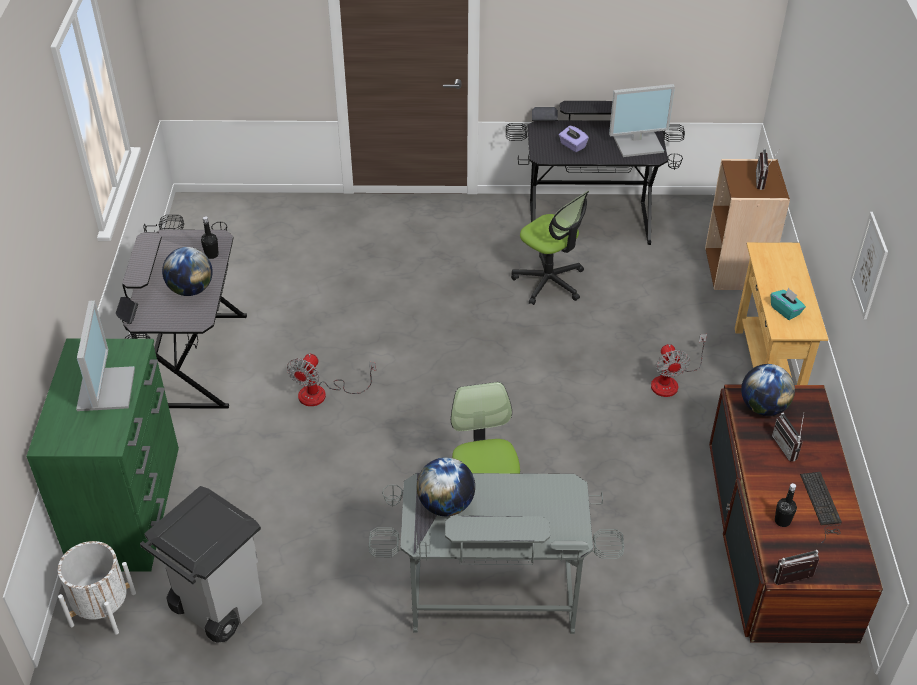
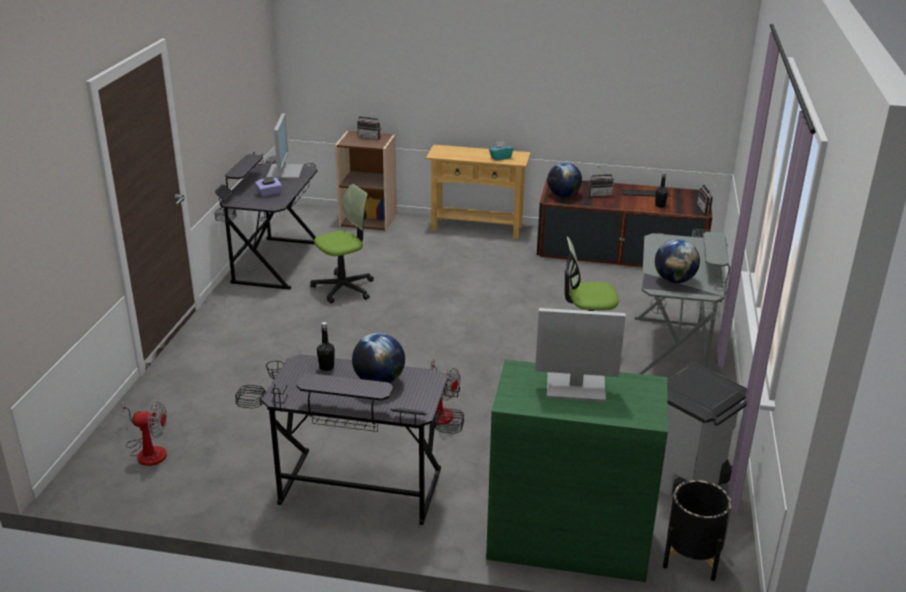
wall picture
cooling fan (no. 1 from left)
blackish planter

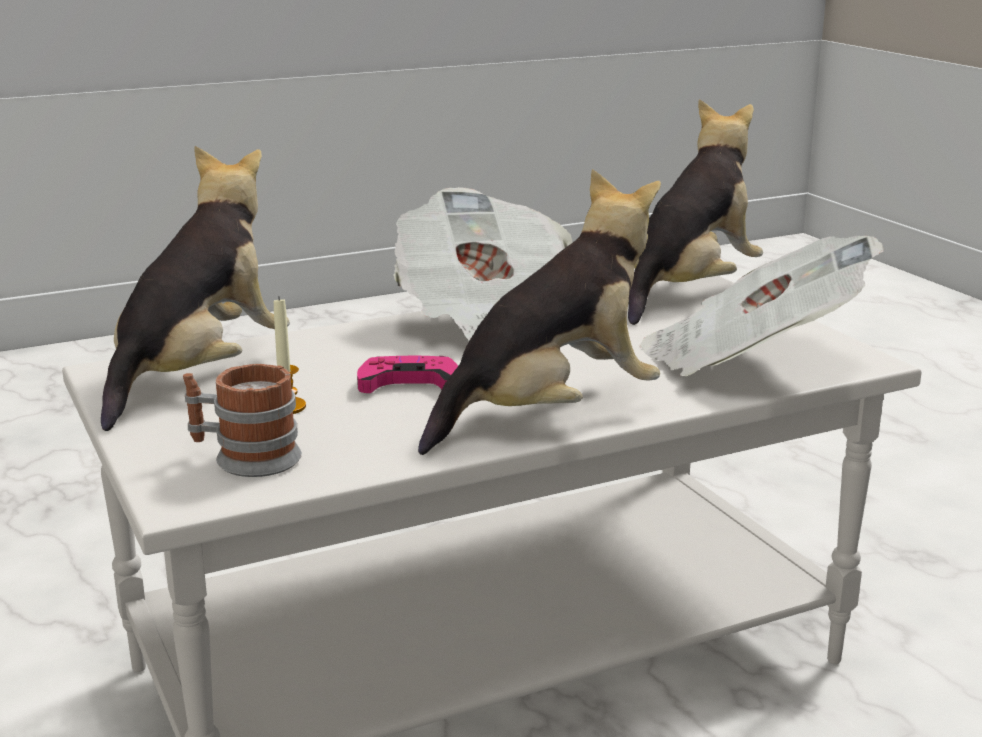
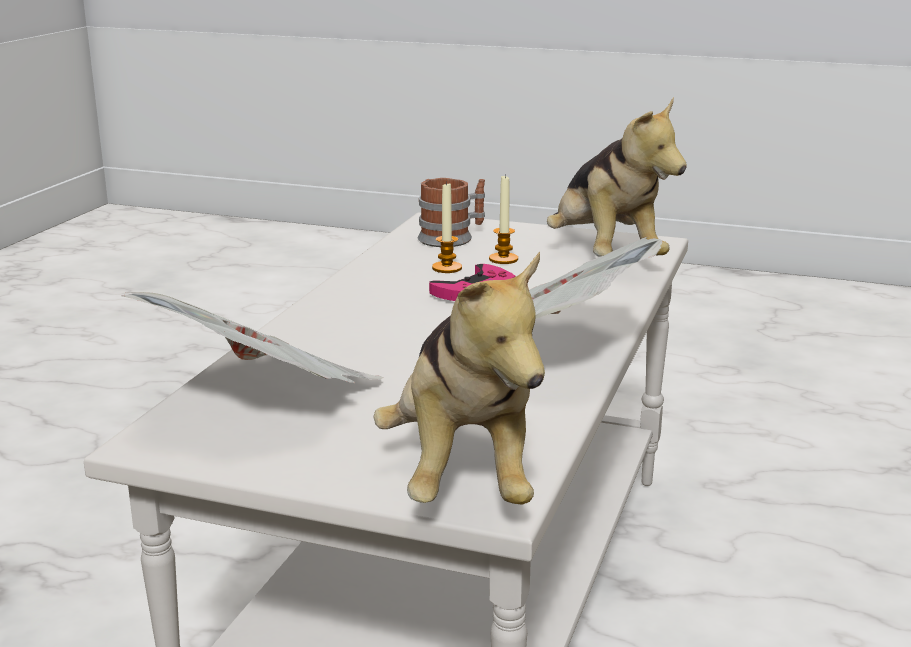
plush toy (no. 2 from left in the first image)
candle (no. 1 from left)

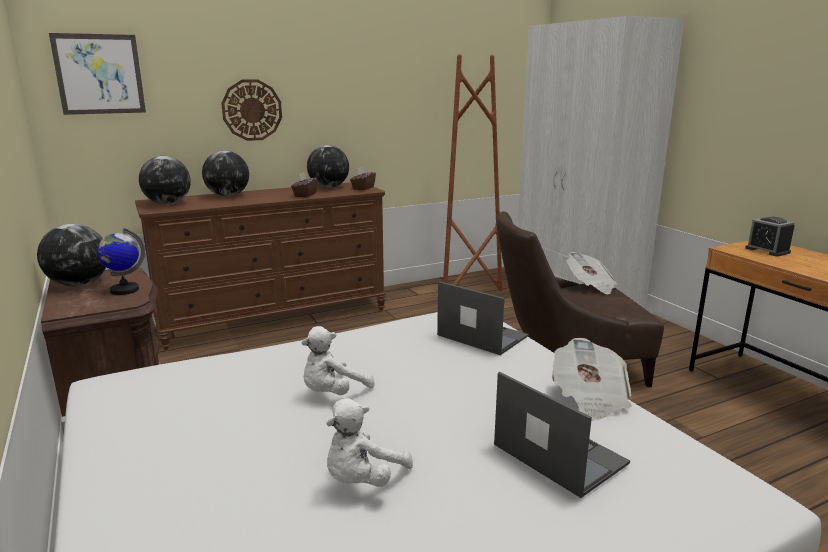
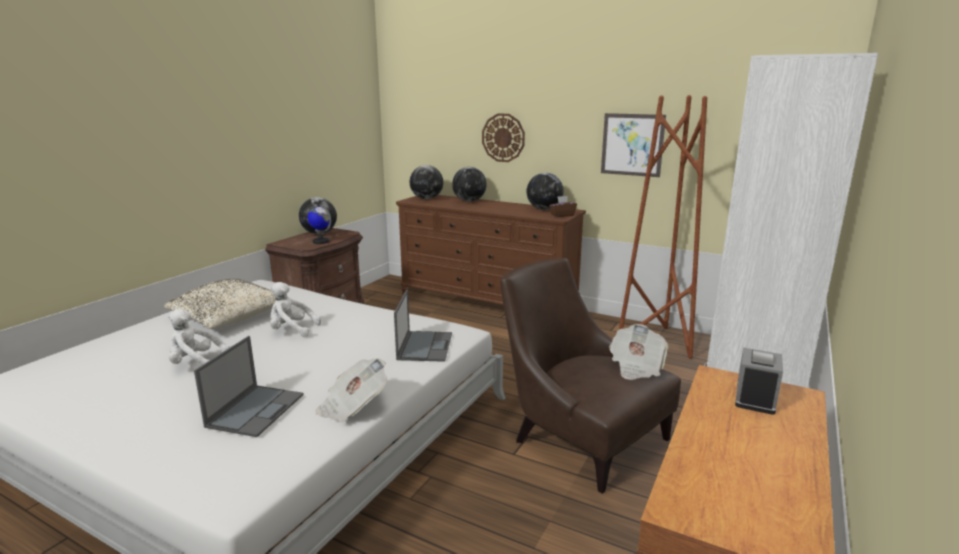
brown-coloured box of tissues (no. 1 from left in the first image)
beige pillow
wall picture

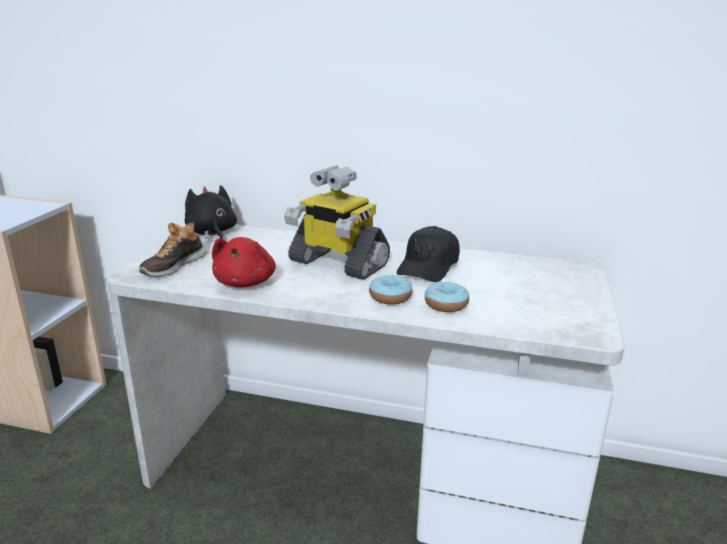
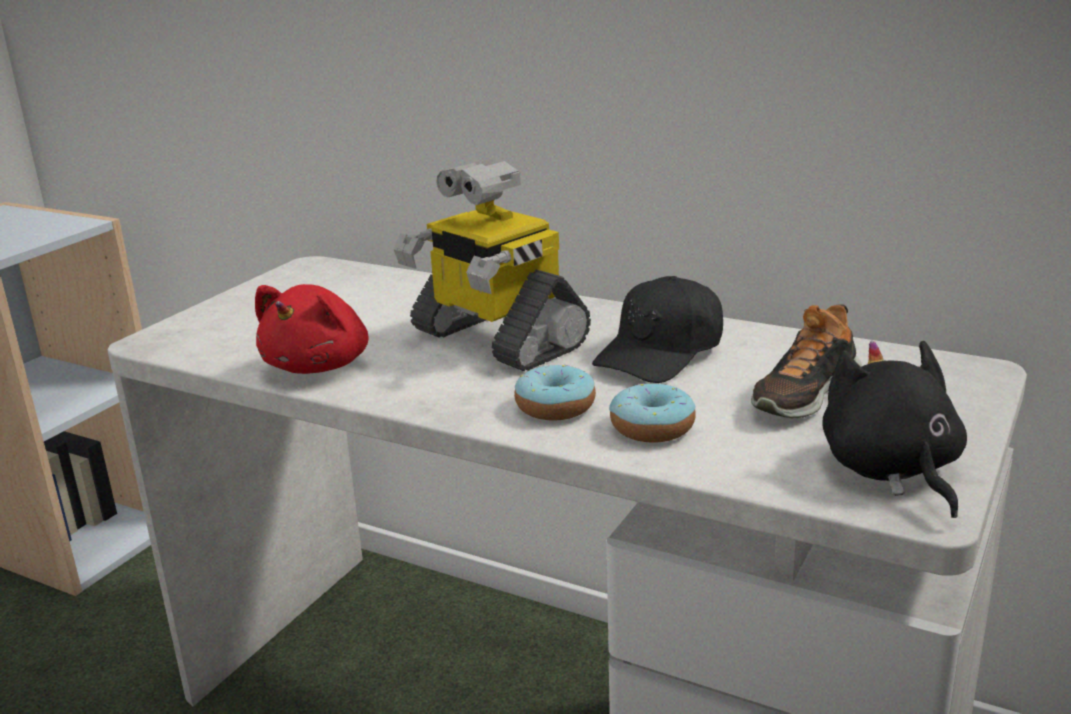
low shoe
blackish plush toy

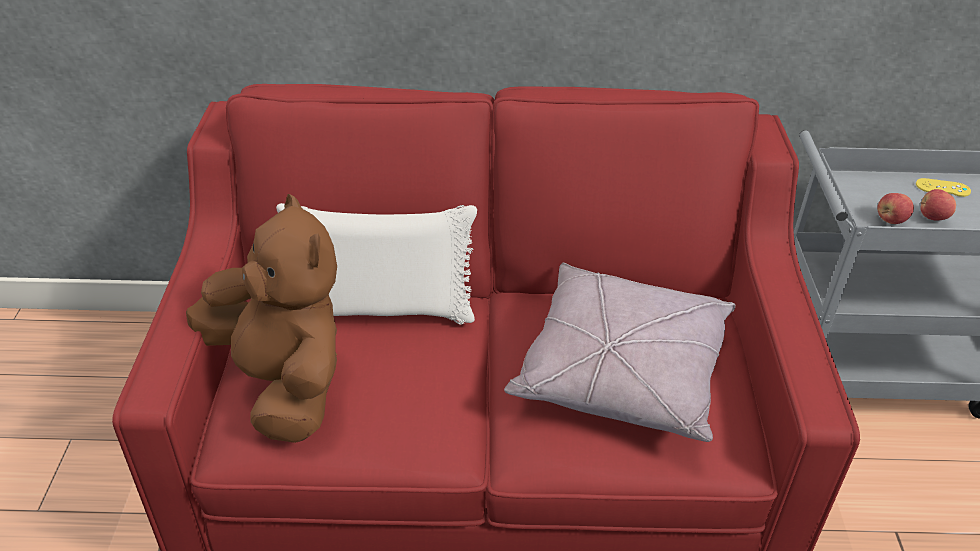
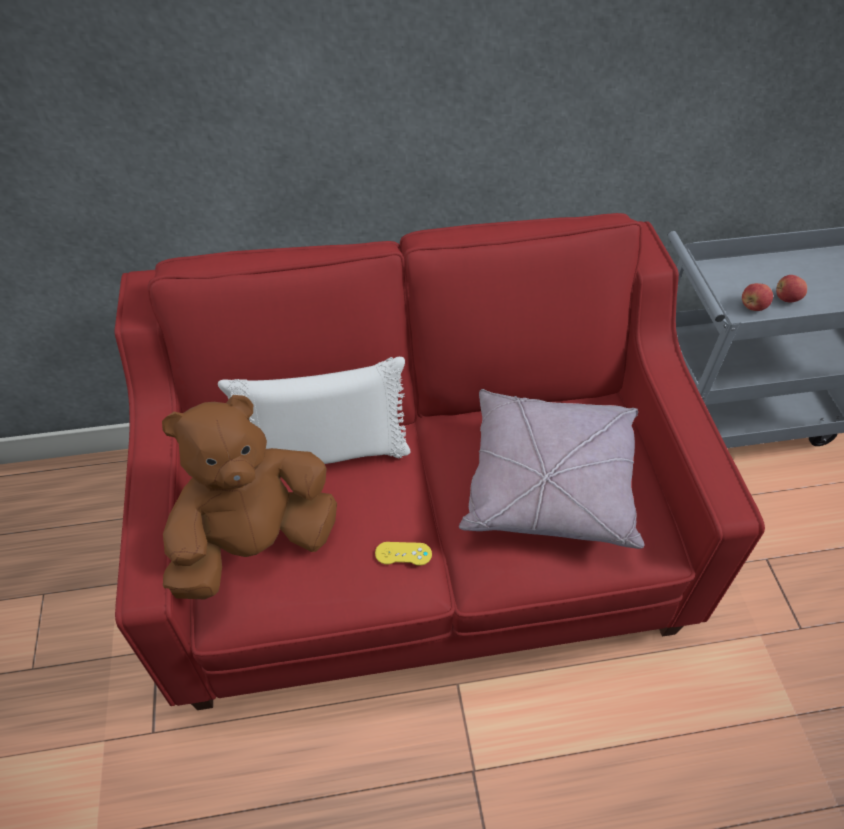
yellowish gamepad
brown-coloured plush toy

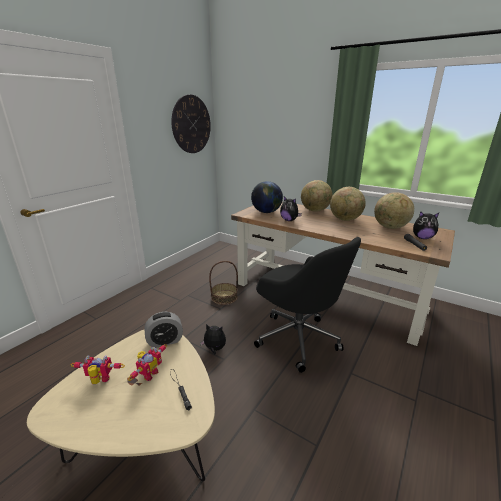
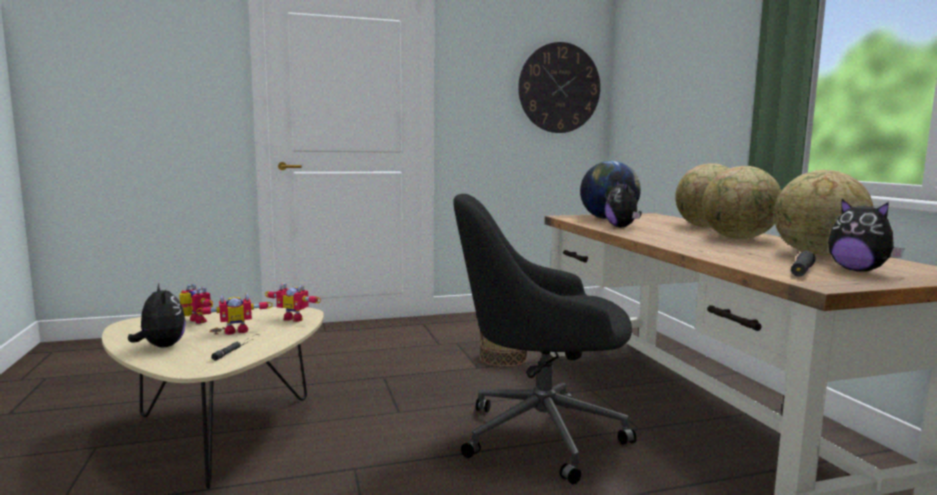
plush toy (no. 1 from left)
model robot (no. 3 from left)
blackish desk chair

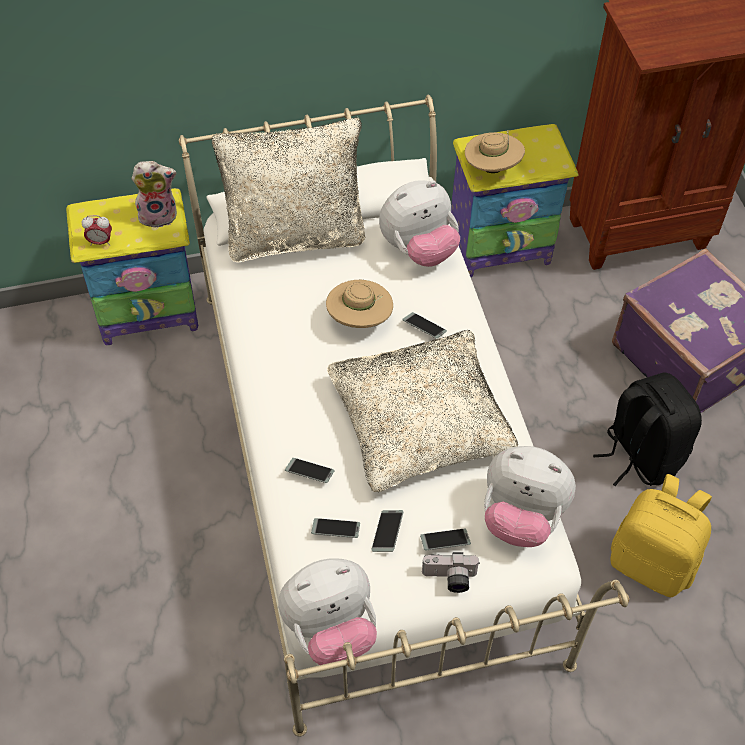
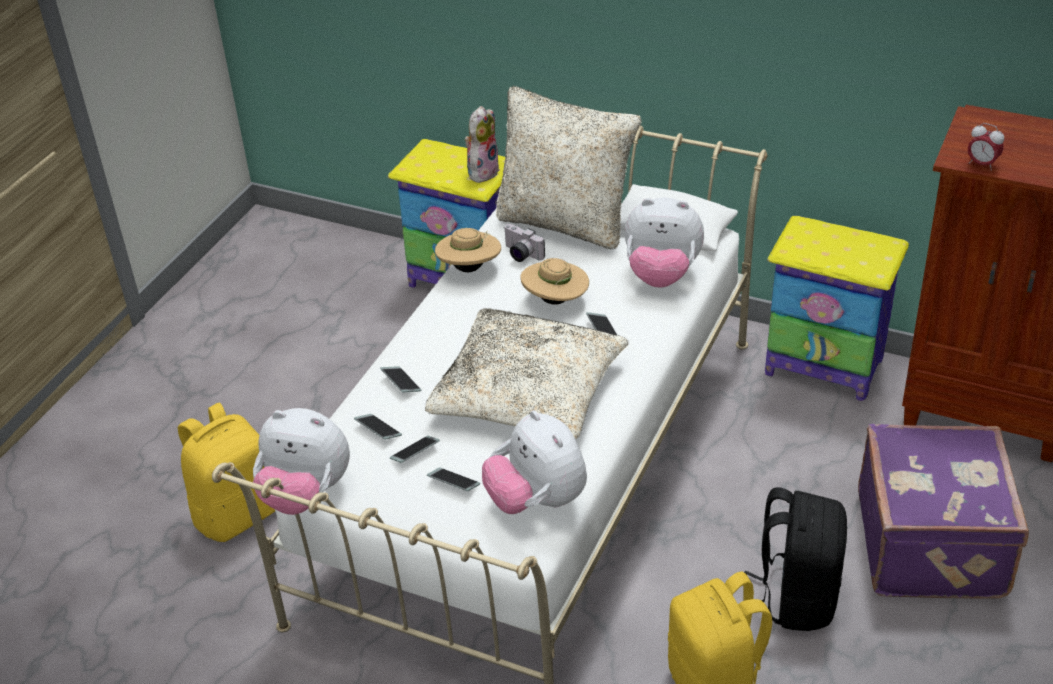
yellowish backpack (no. 1 from left)
bedside clock
photo camera
beige wearable hat (no. 1 from left)
plush toy (no. 2 from left)

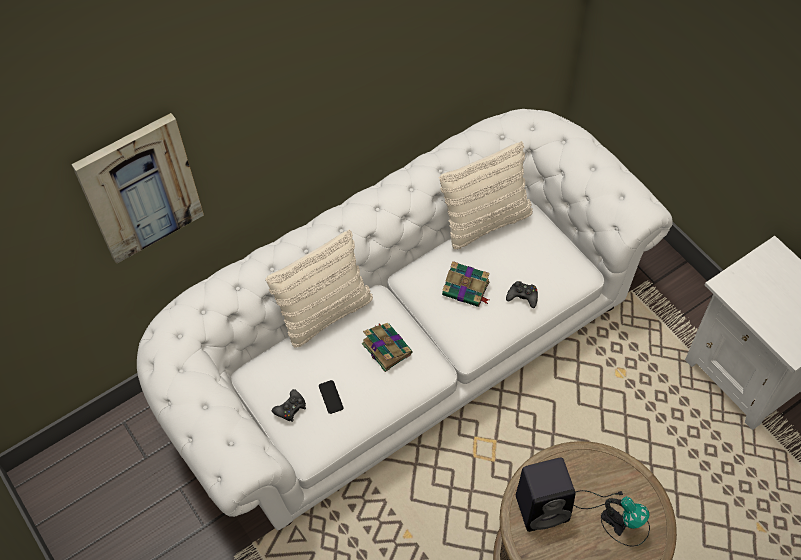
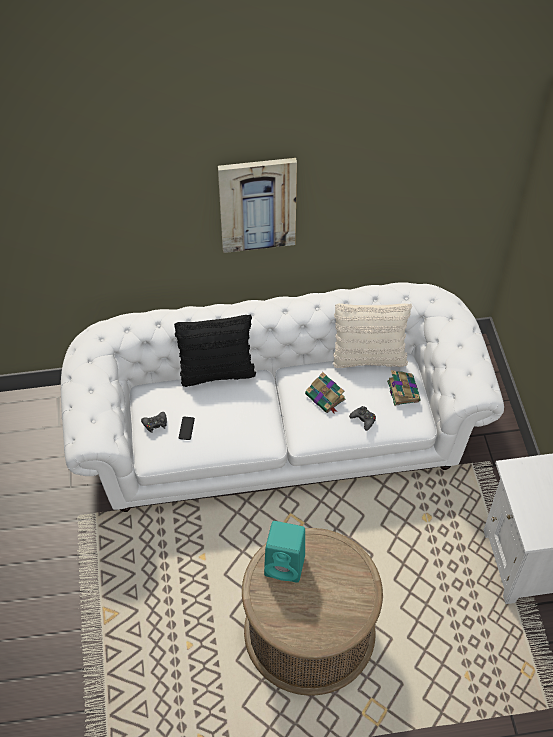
tabletop lamp
wall picture
bound book (no. 2 from left)
blackish pillow
turquoise-coloured speaker

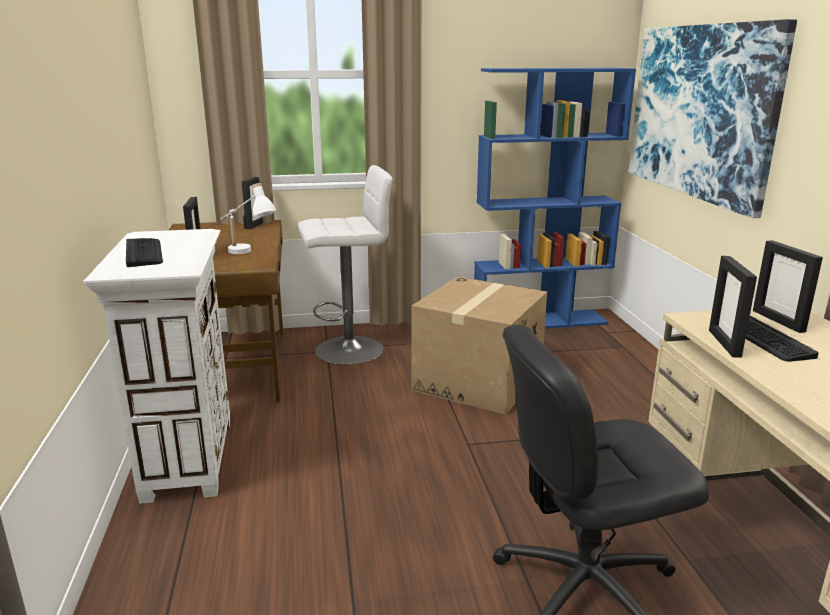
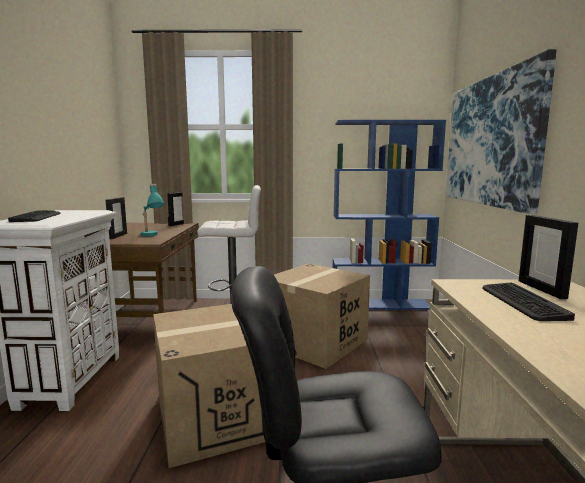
standing frame (no. 3 from left in the first image)
packing box (no. 1 from left)
turquoise-coloured tabletop lamp

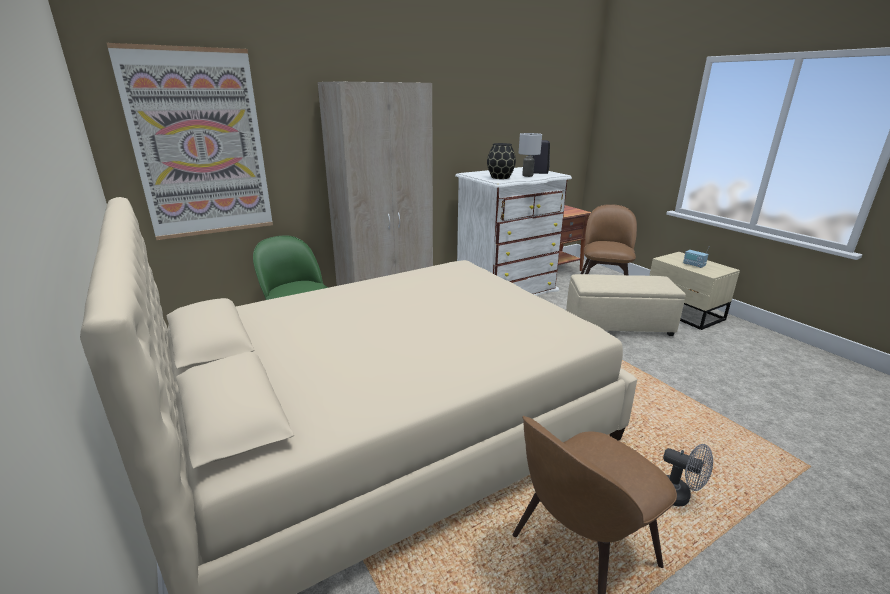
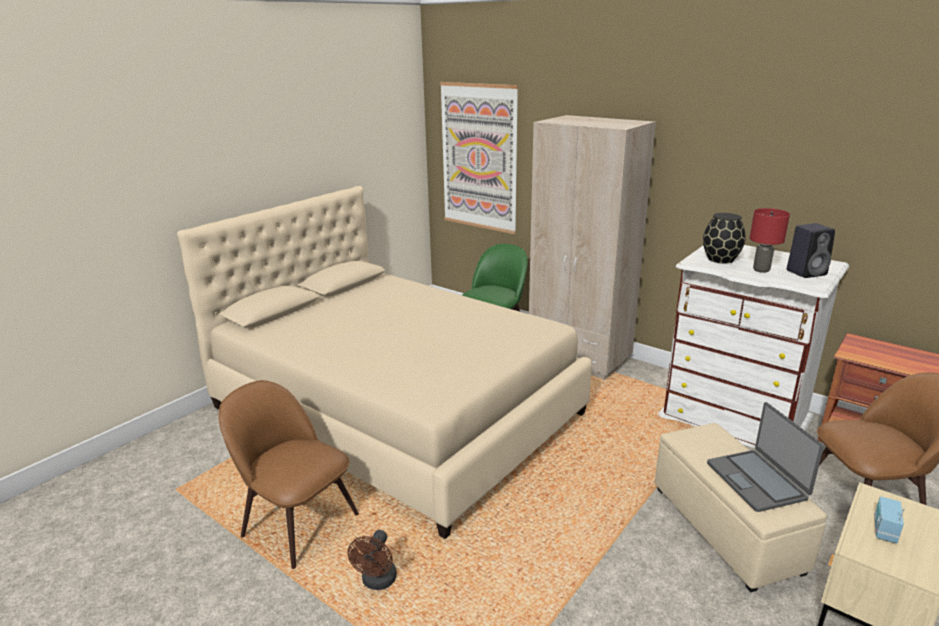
portable computer
reddish tabletop lamp
brown-coloured cooling fan

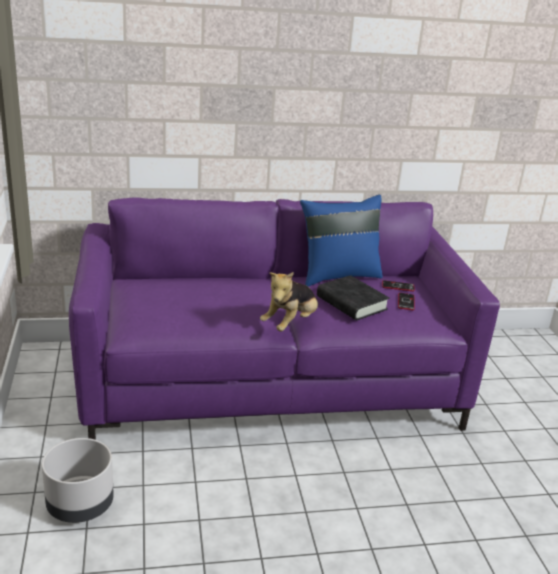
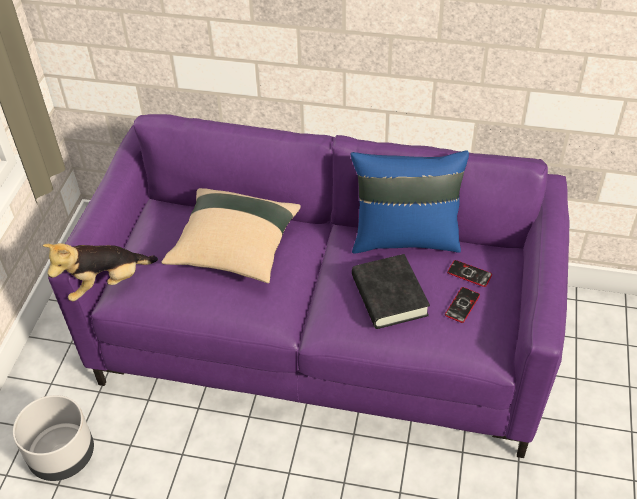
beige pillow
plush toy

